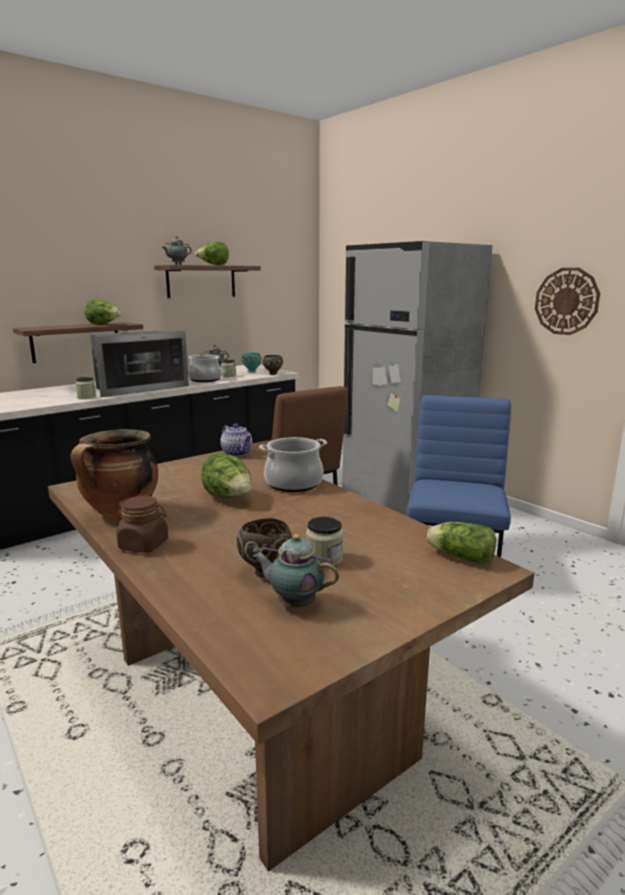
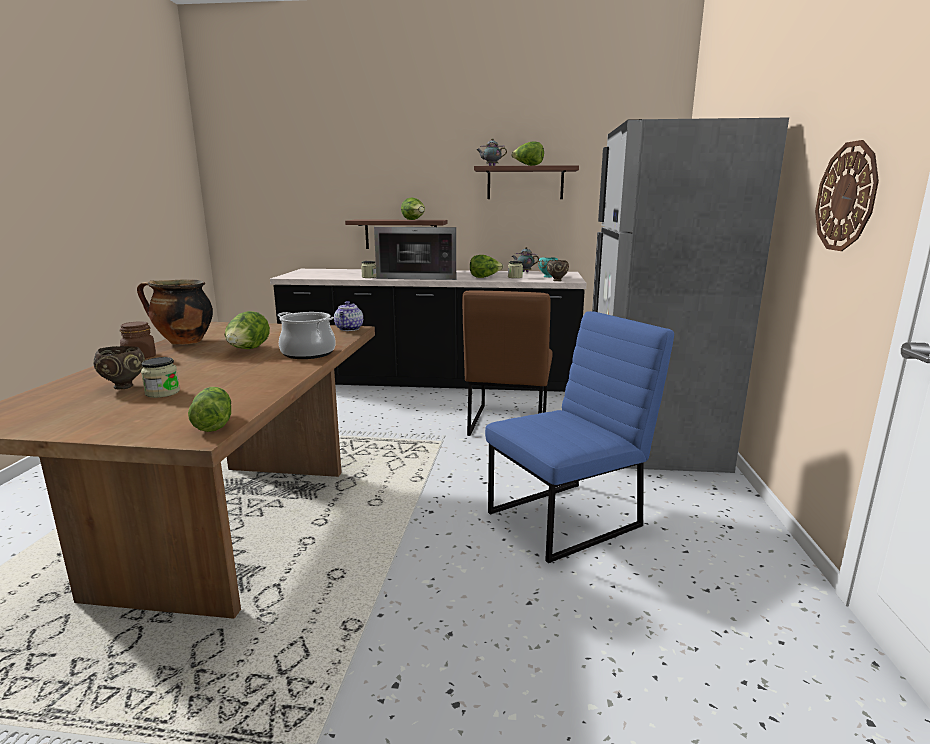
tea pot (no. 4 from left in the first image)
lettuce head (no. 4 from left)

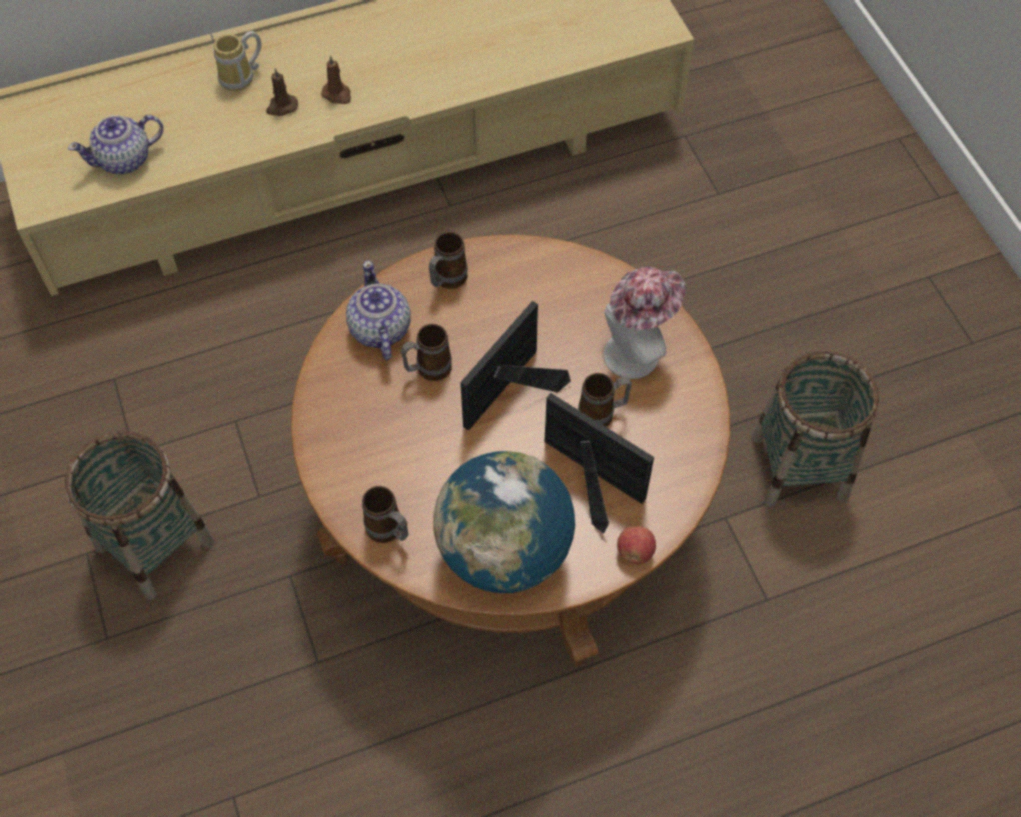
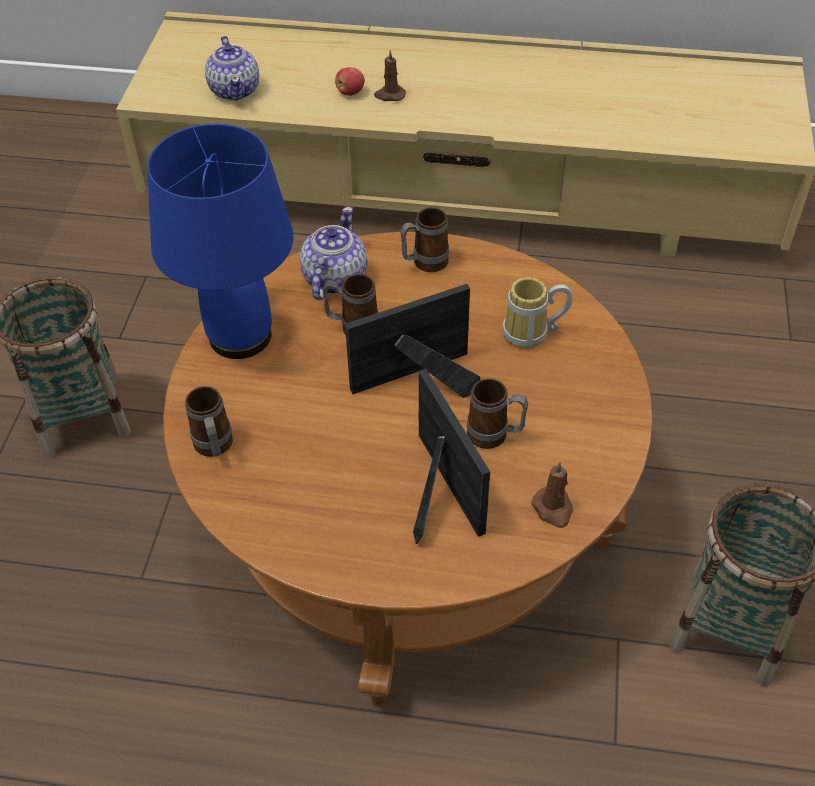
desk globe
wearable hat
blue-coloured tabletop lamp
coffee mug (no. 5 from left)
brown-coloured candle (no. 2 from left)
apple fruit
tea pot (no. 1 from left)

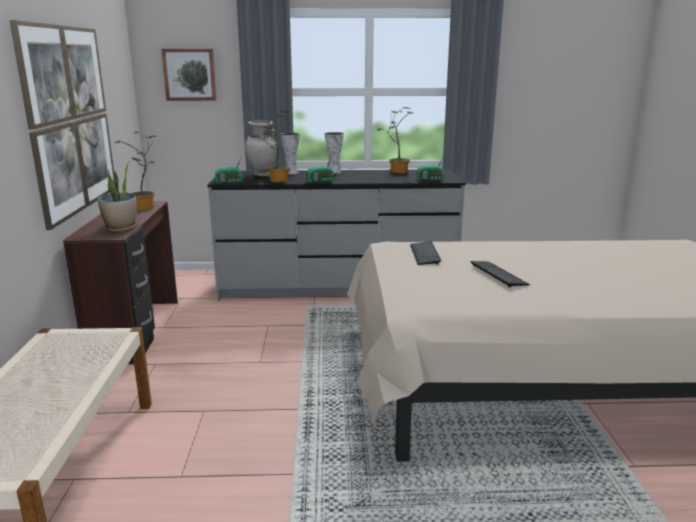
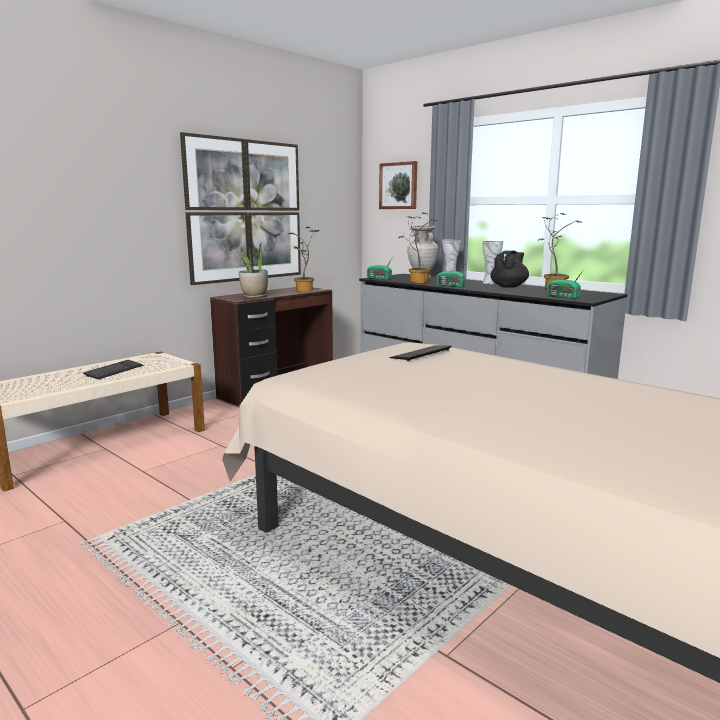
blackish tea pot
keyboard (no. 1 from left)

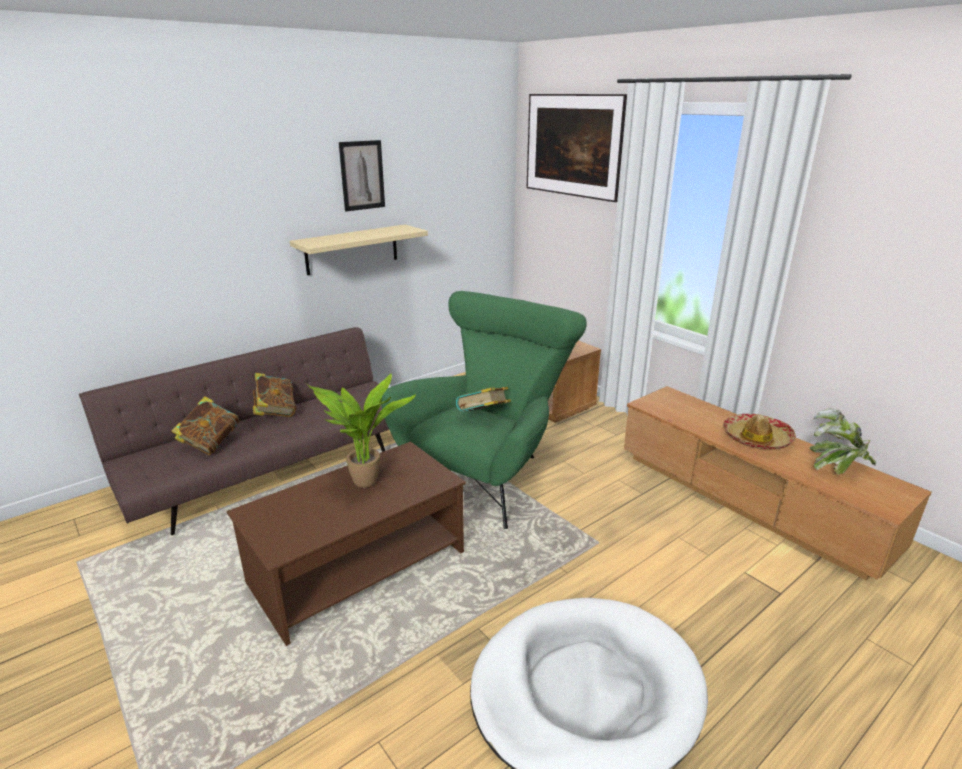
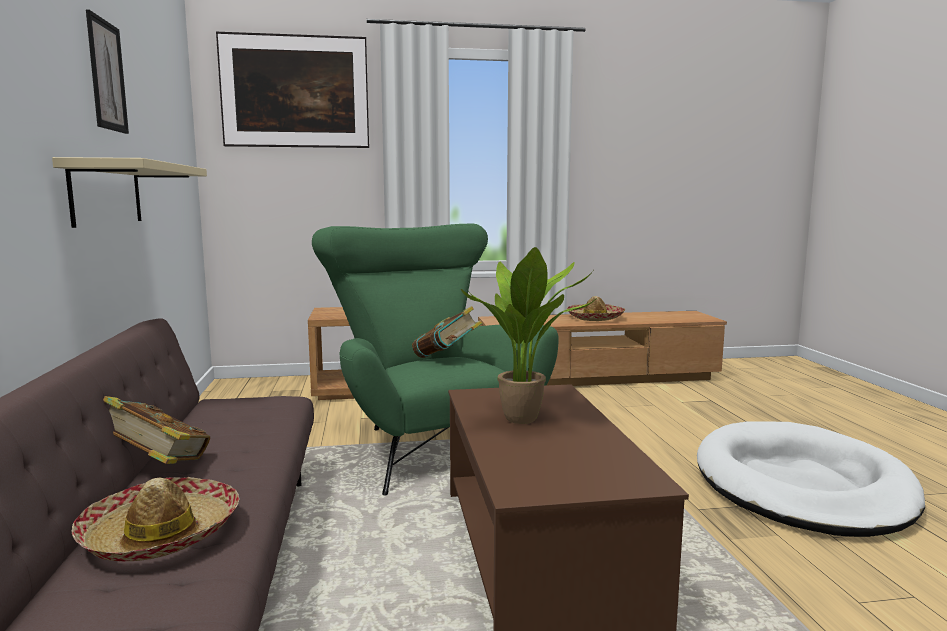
plant in a pot (no. 2 from left in the first image)
wearable hat (no. 1 from left)

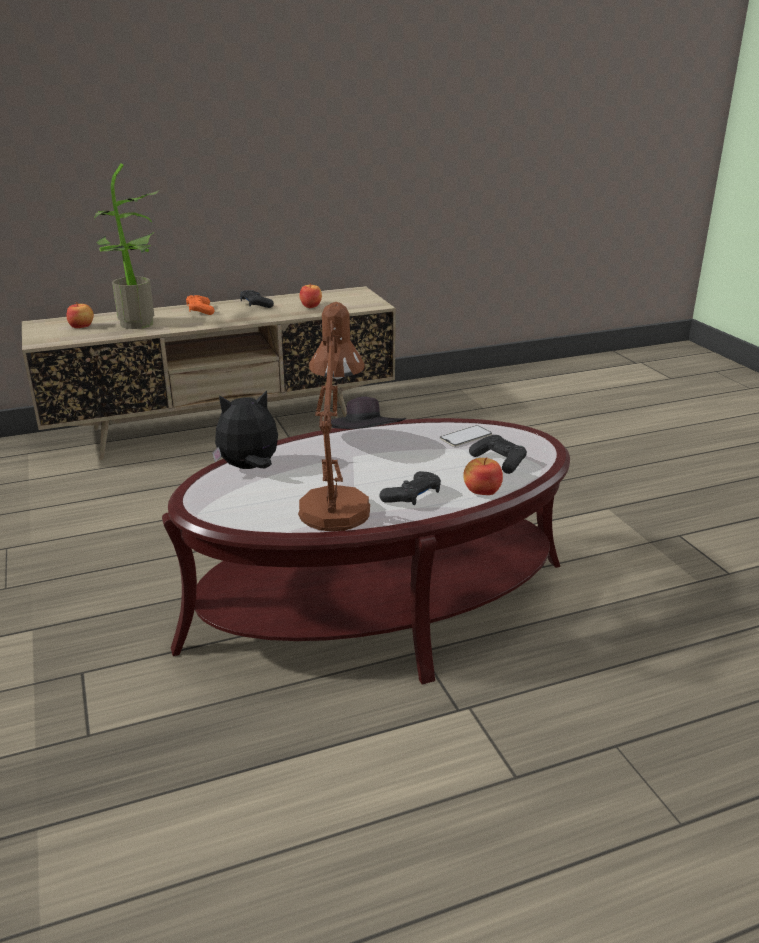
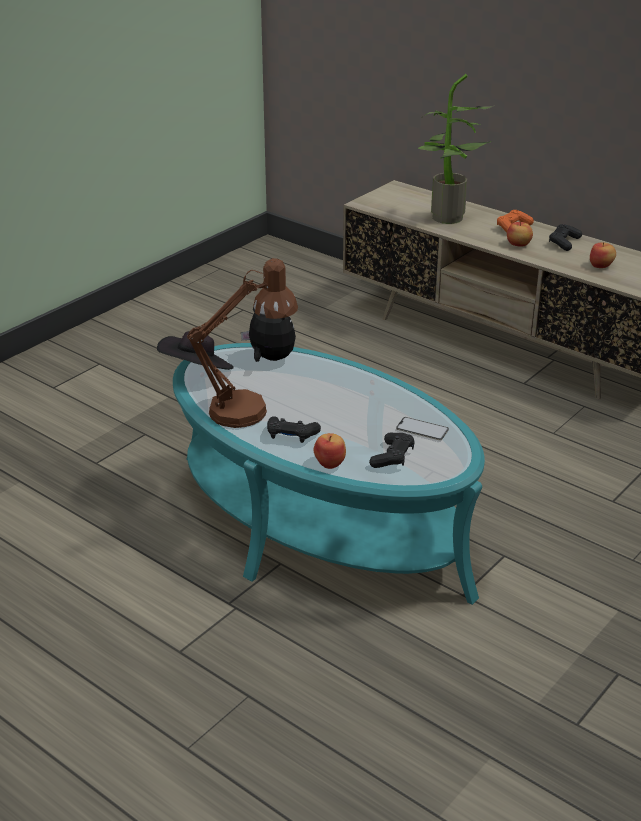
apple fruit (no. 2 from left)
blackish wearable hat
turquoise-coloured lounge table

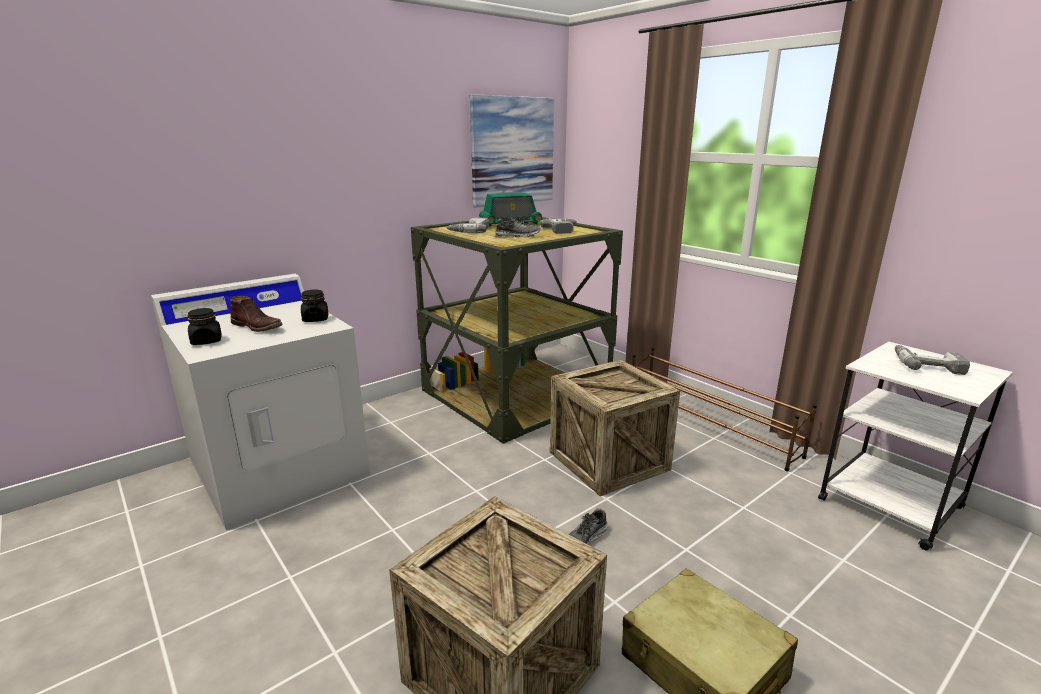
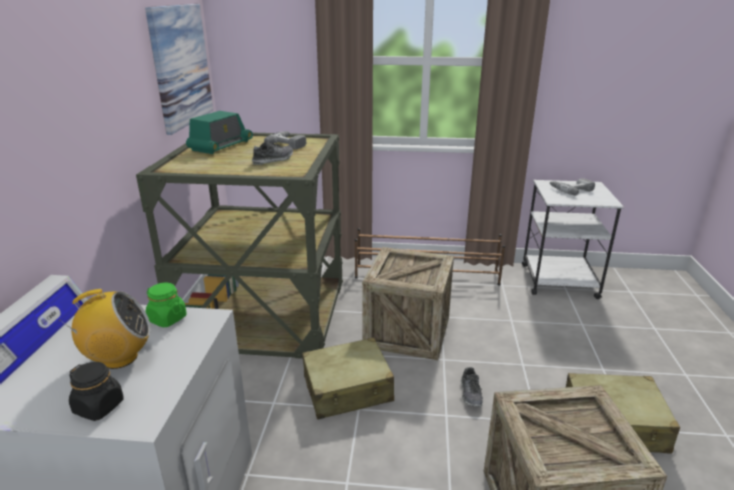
electric drill (no. 1 from left in the first image)
beige travel case (no. 1 from left)
radio receiver (no. 1 from left)
greenish jar

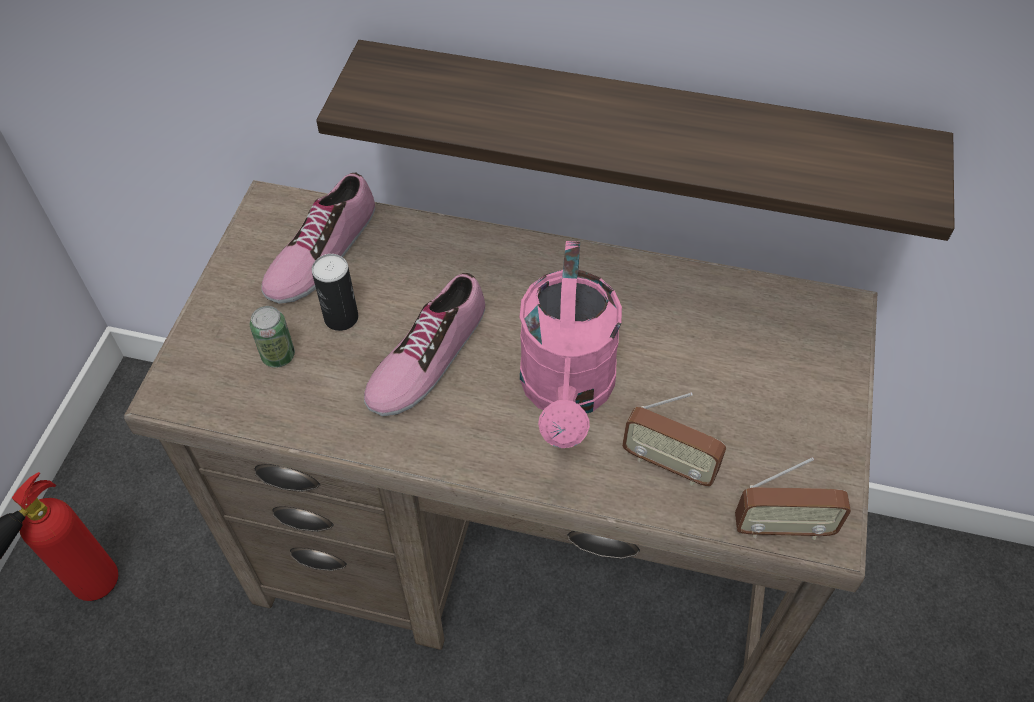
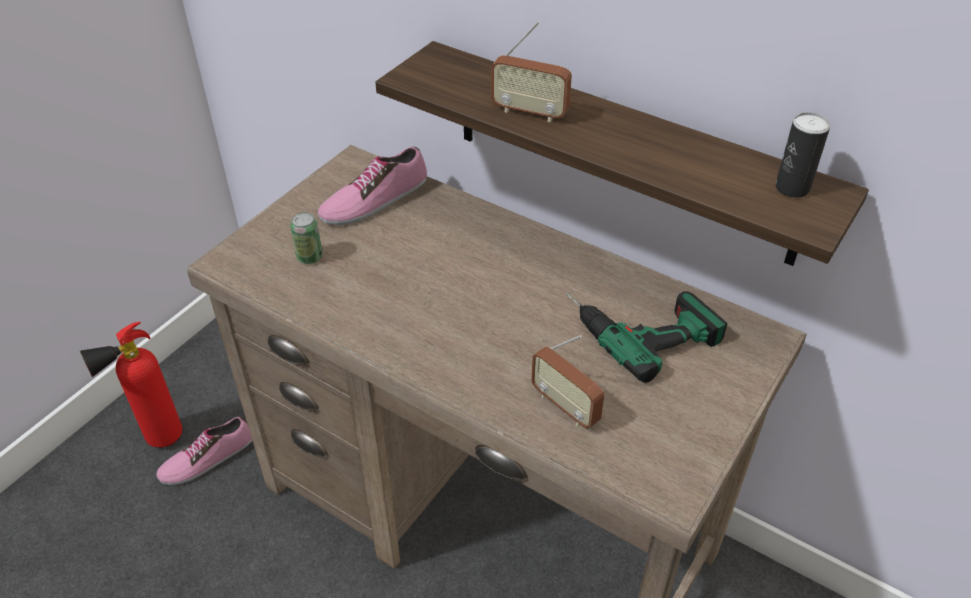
pinkish watering pot
electric drill
sealed can (no. 2 from left)
low shoe (no. 1 from left)
radio receiver (no. 1 from left)

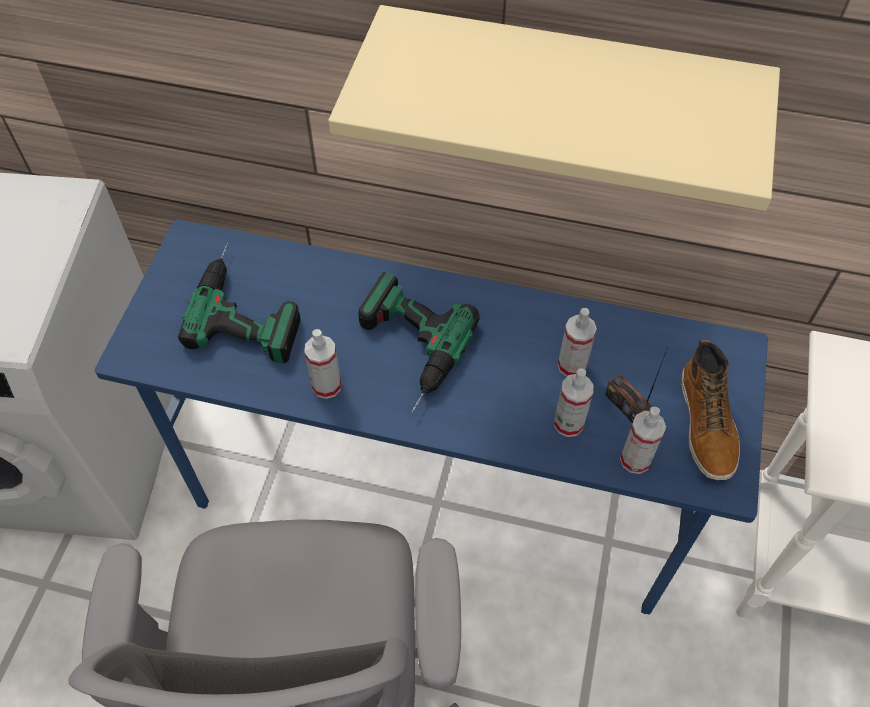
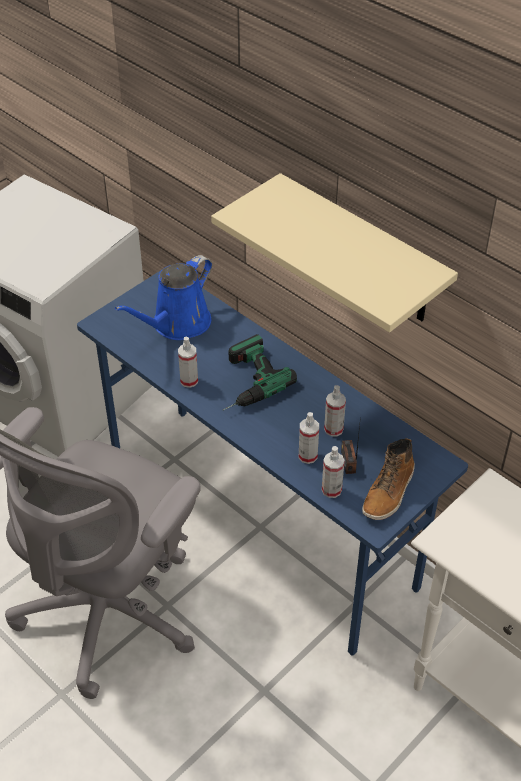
blue-coloured watering pot

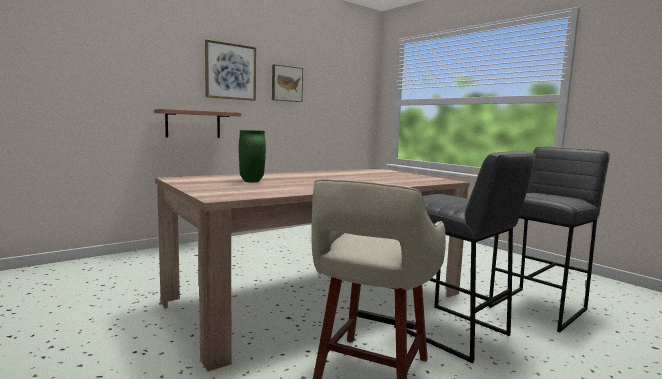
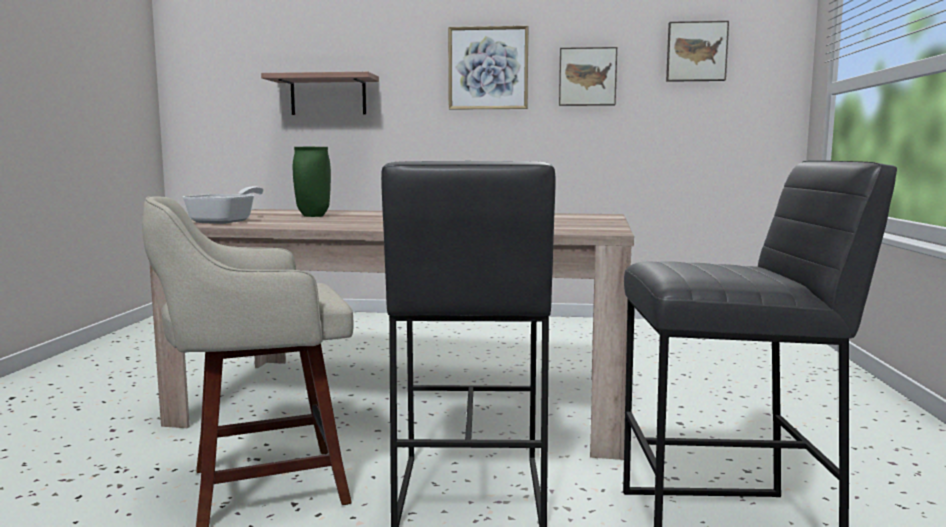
frying pan
wall picture (no. 3 from left)
bracket shelf

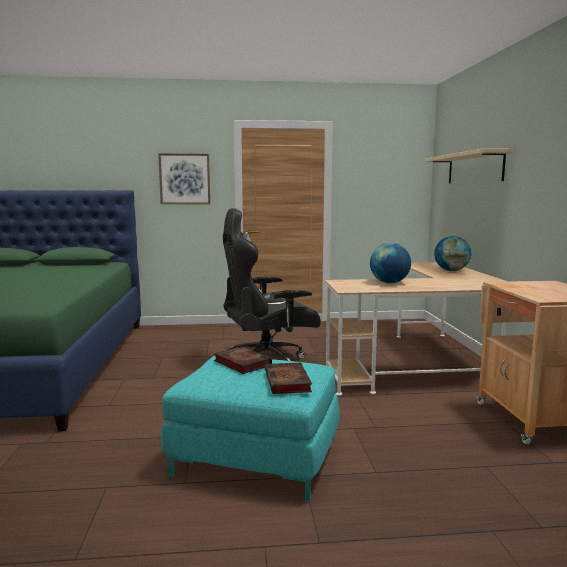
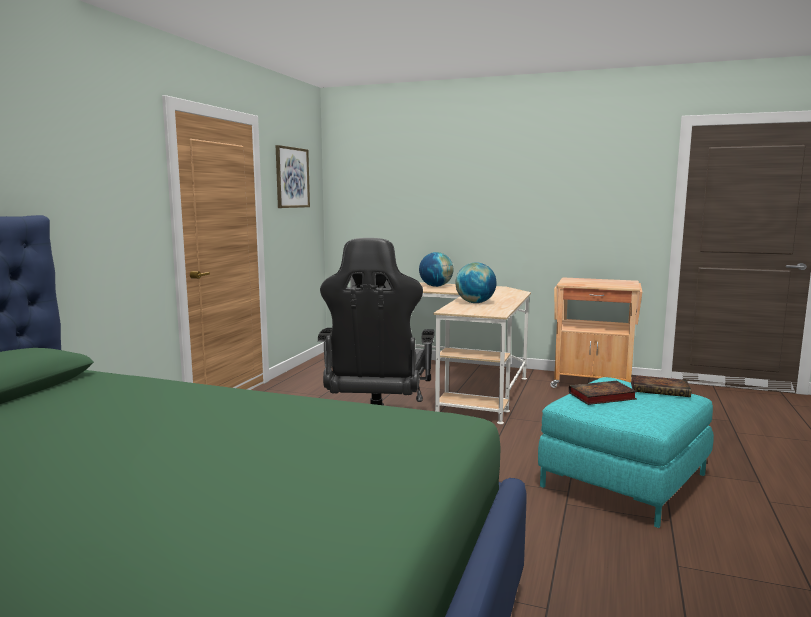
beige bracket shelf
wall picture

